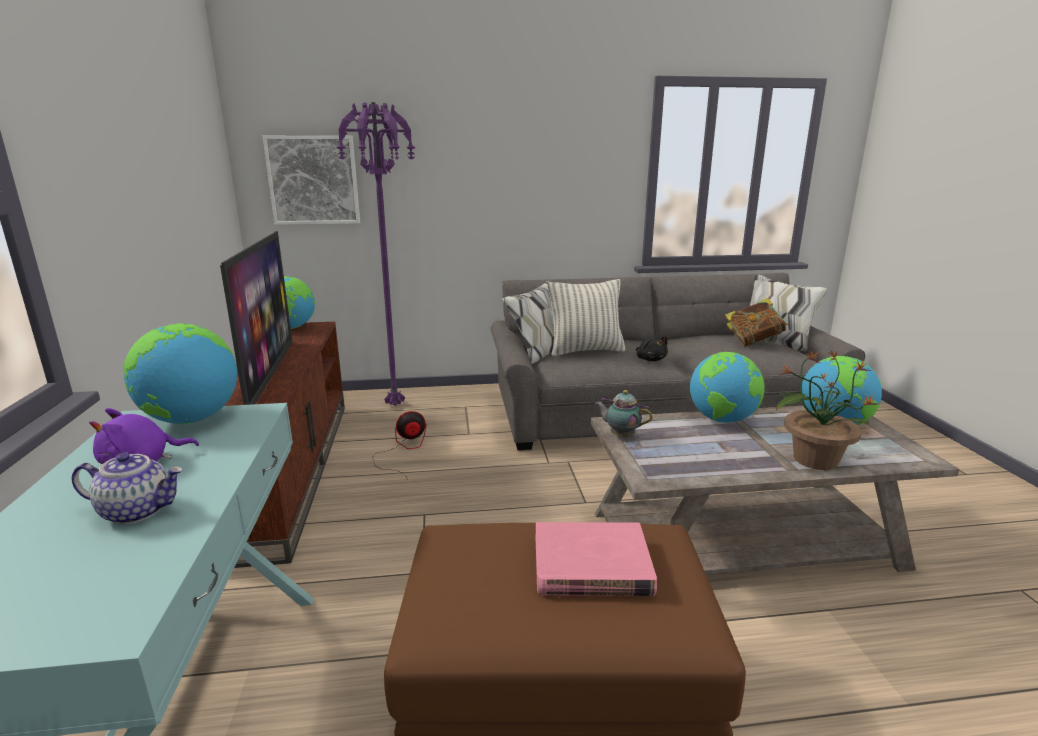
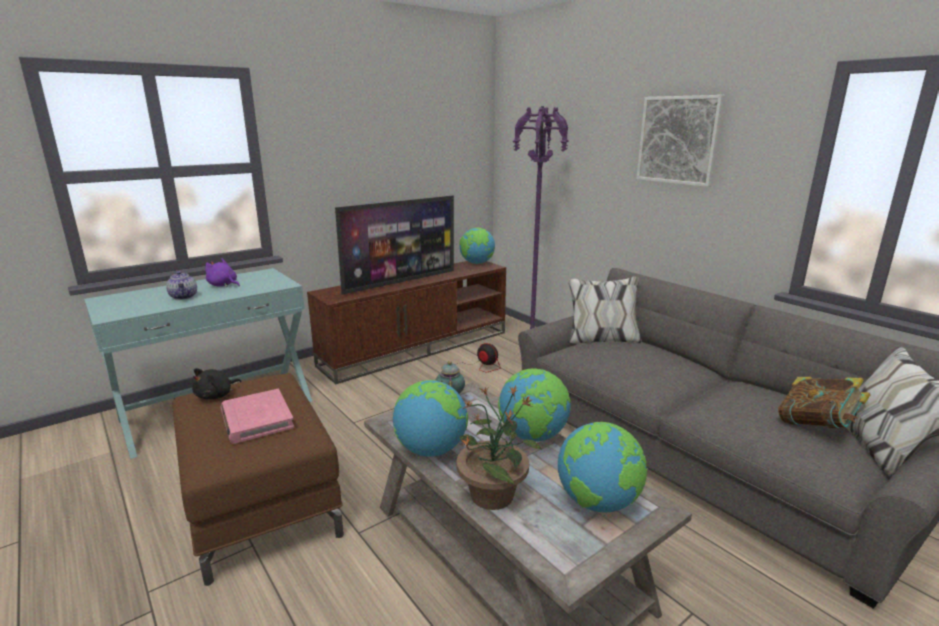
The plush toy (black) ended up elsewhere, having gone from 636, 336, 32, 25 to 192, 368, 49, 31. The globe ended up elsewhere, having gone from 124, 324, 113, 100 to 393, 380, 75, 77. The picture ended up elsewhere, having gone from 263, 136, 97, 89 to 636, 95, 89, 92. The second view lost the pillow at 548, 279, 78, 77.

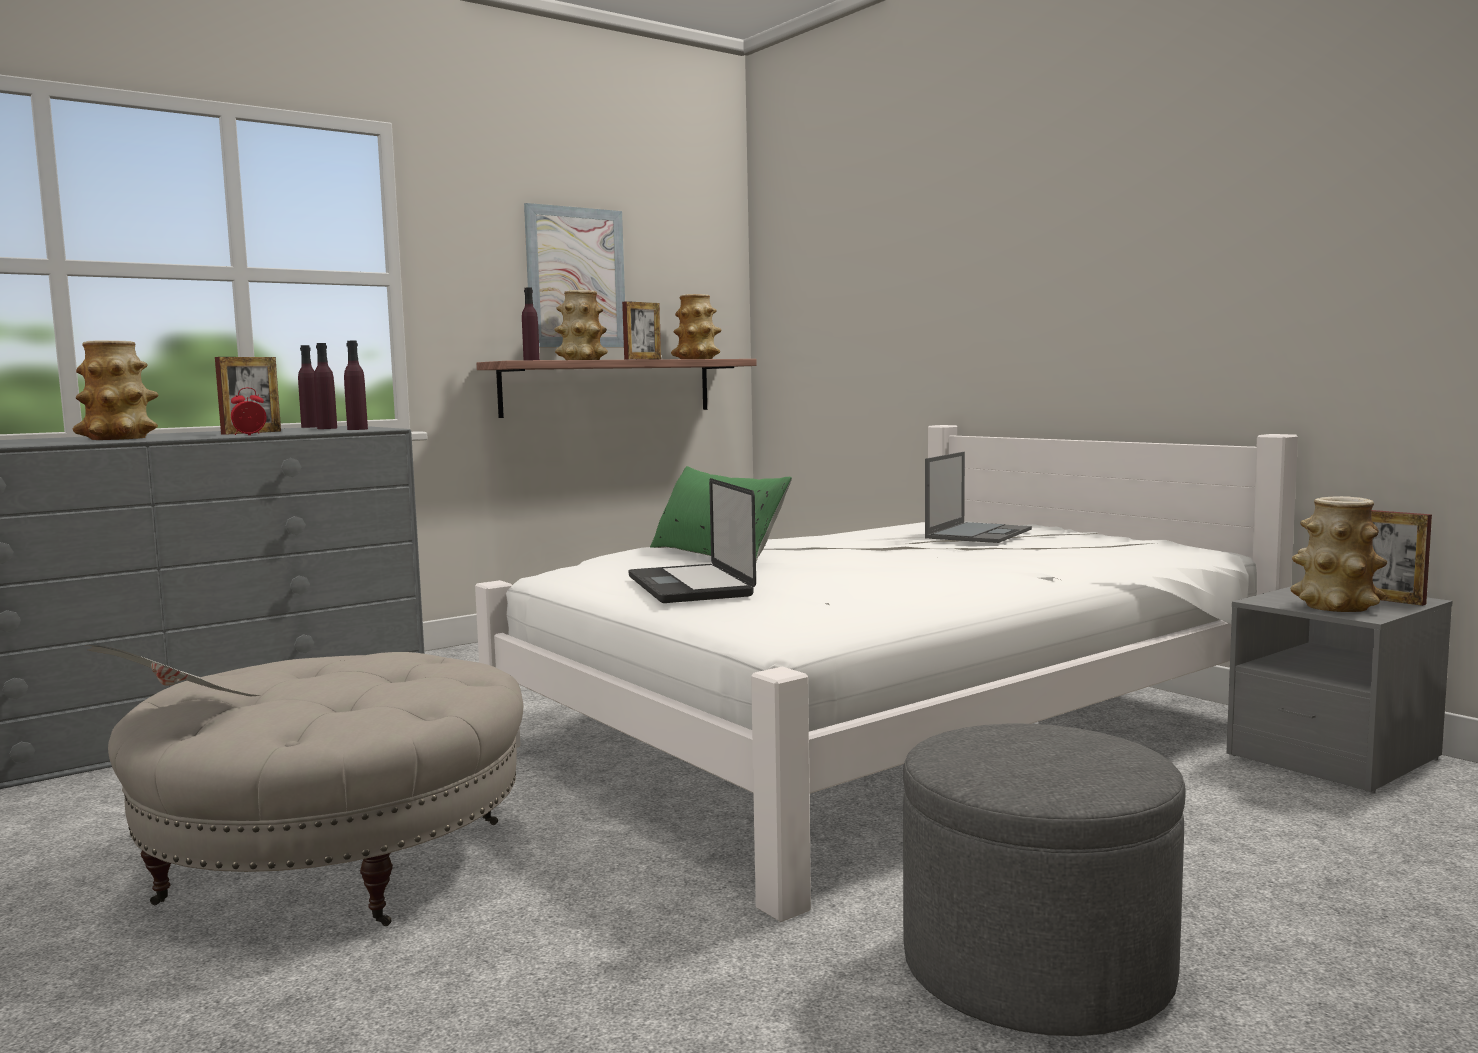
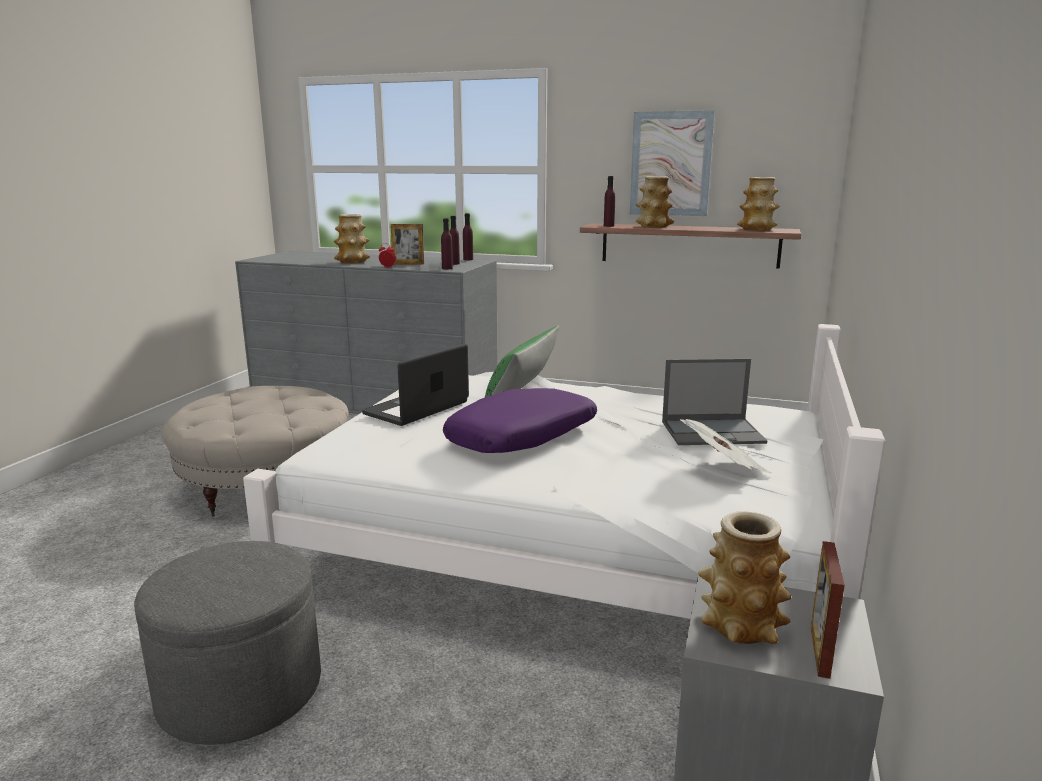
The second view gained the pillow (purple) at 443, 388, 154, 65. The newspaper ended up elsewhere, having gone from 85, 645, 175, 51 to 679, 419, 92, 54. The second view lost the picture frame at 622, 301, 39, 59.

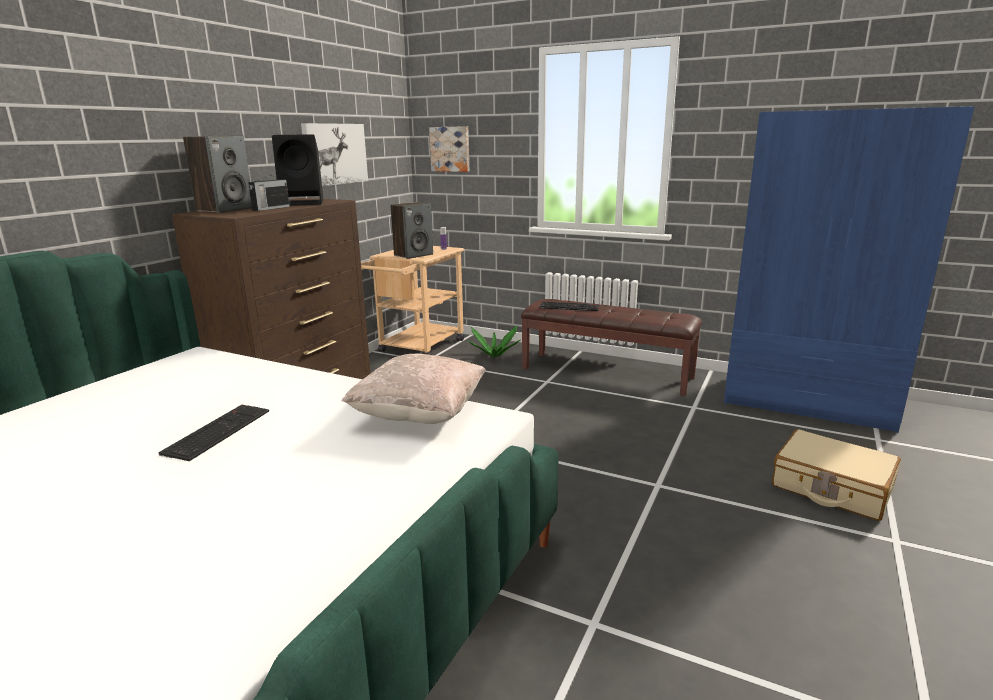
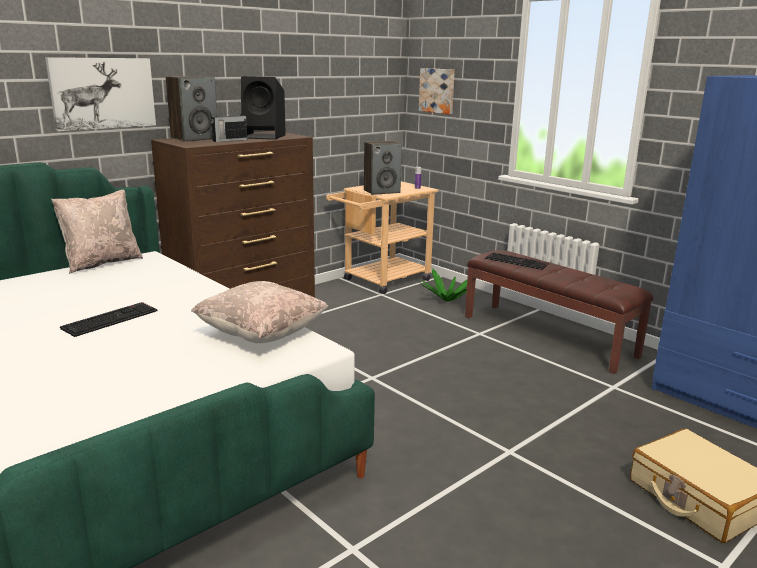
The picture ended up elsewhere, having gone from 301, 123, 67, 63 to 45, 57, 111, 74. The second view gained the pillow (beige) at 51, 190, 92, 84.

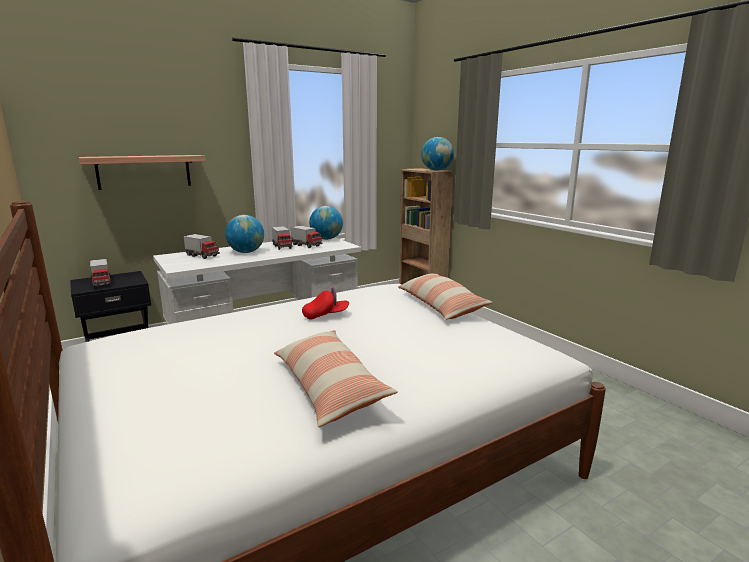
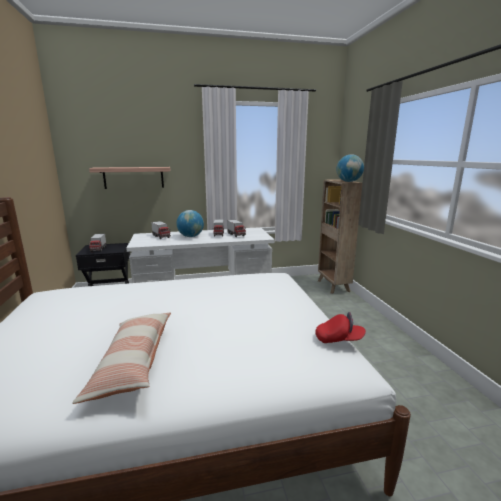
The cap (red) ended up elsewhere, having gone from 302, 287, 47, 32 to 315, 312, 51, 31. The second view lost the globe at 309, 206, 34, 34. The second view lost the pillow at 398, 274, 95, 46.

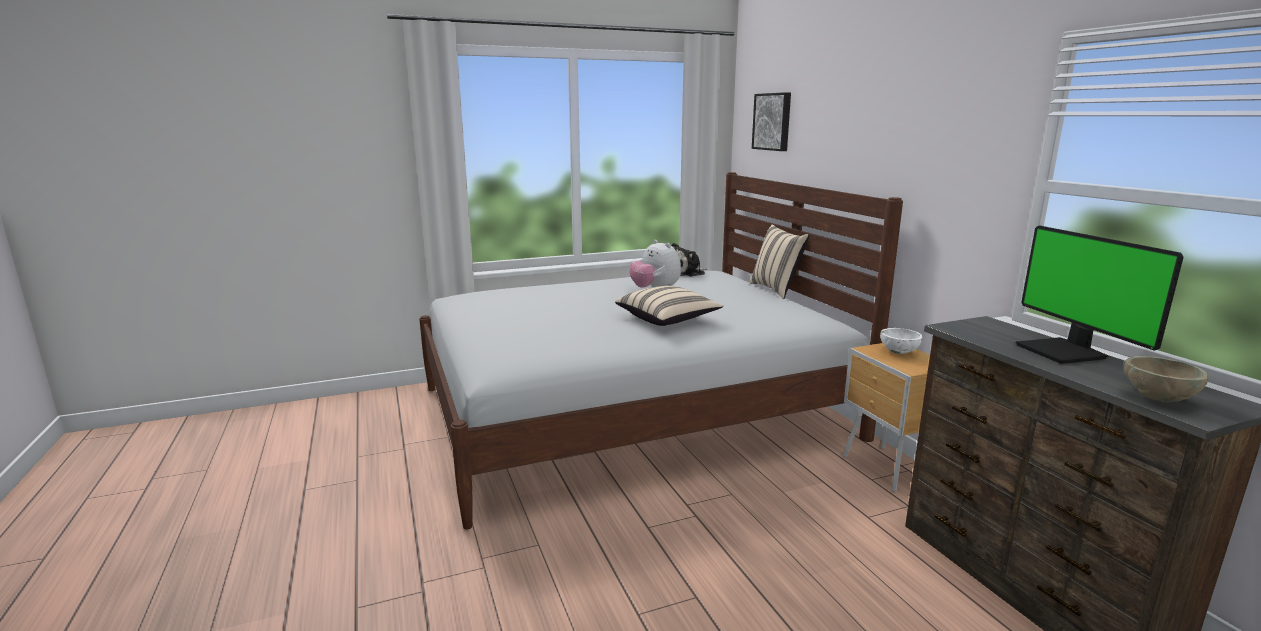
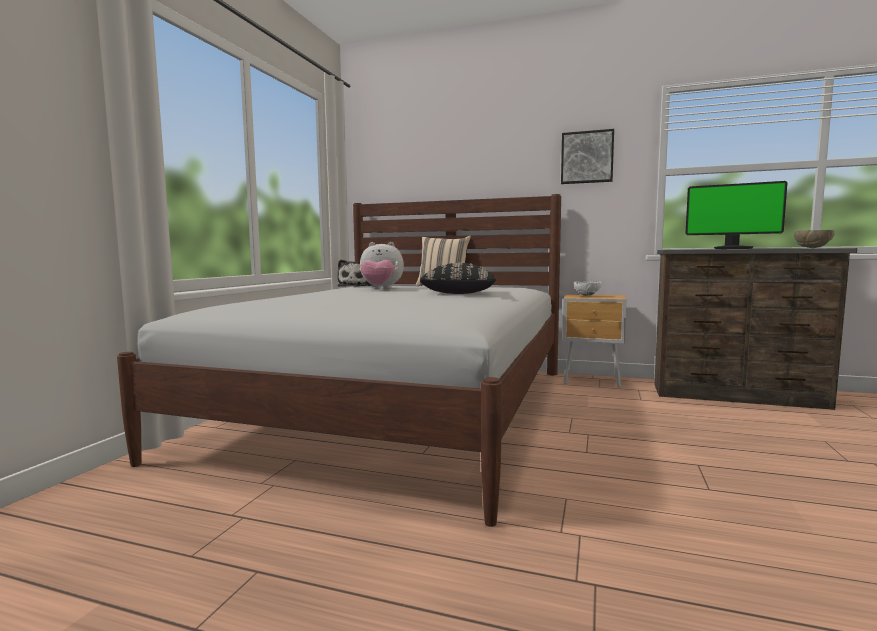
What was the pillow (beige) at 615, 286, 108, 40 turned into the pillow (black) at 420, 263, 76, 31. The picture ended up elsewhere, having gone from 752, 92, 39, 59 to 561, 129, 53, 55.

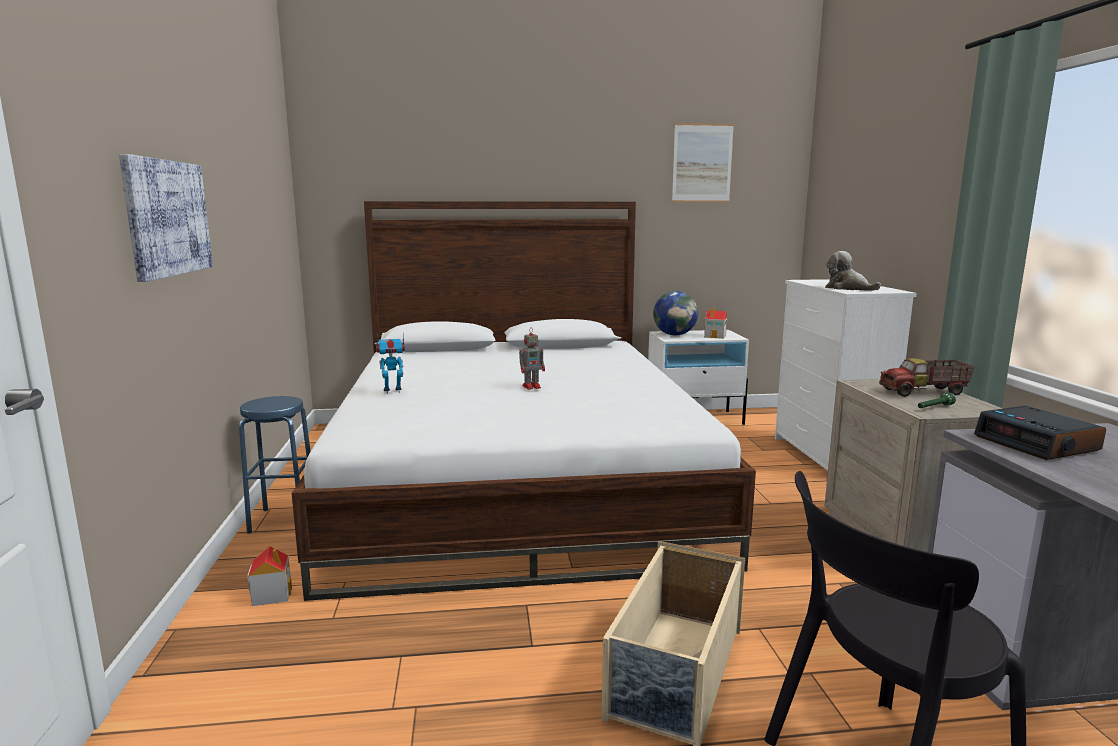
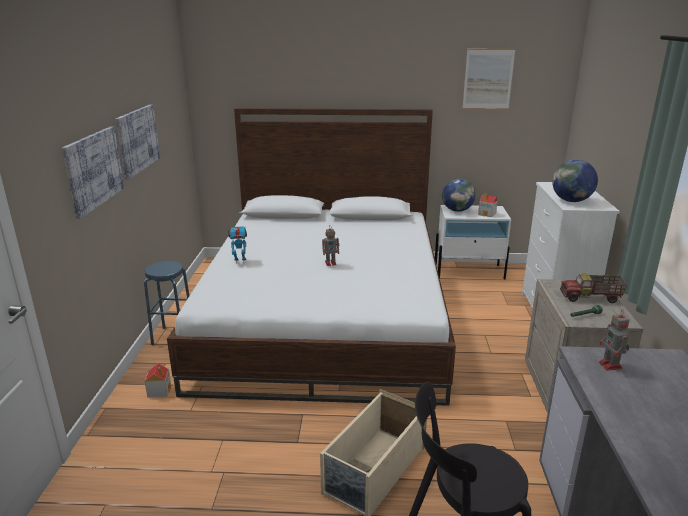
The second view gained the picture at 115, 104, 45, 75. Where the plush toy stood at 825, 251, 56, 40, the globe came to stand at 552, 160, 46, 42. Where the alarm clock stood at 974, 406, 132, 54, the toy robot came to stand at 599, 310, 31, 61.

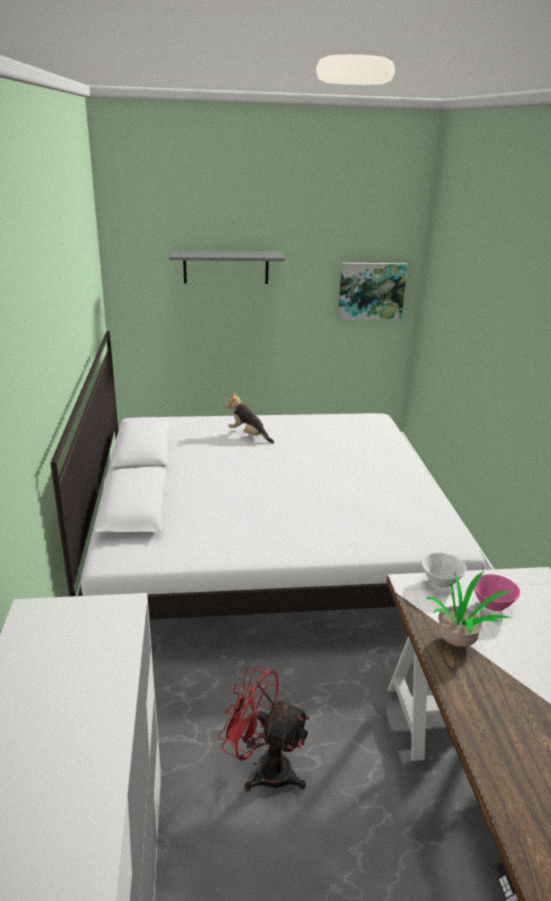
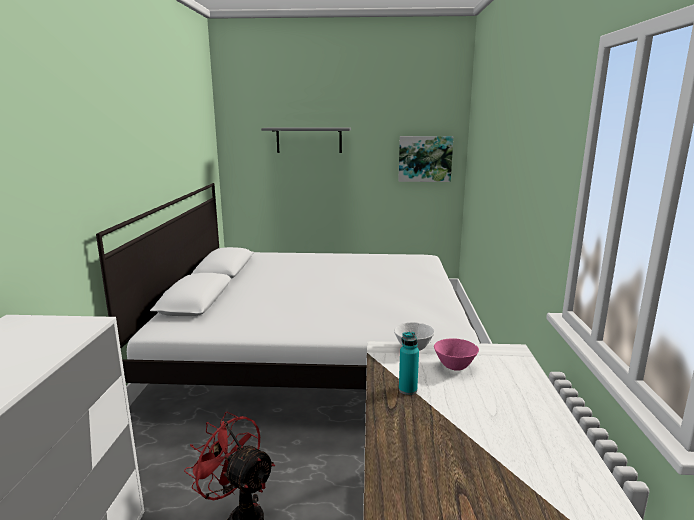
Where the potted plant stood at 426, 570, 86, 77, the bottle (turquoise) came to stand at 399, 332, 20, 63. The second view lost the plush toy at 224, 392, 50, 51.

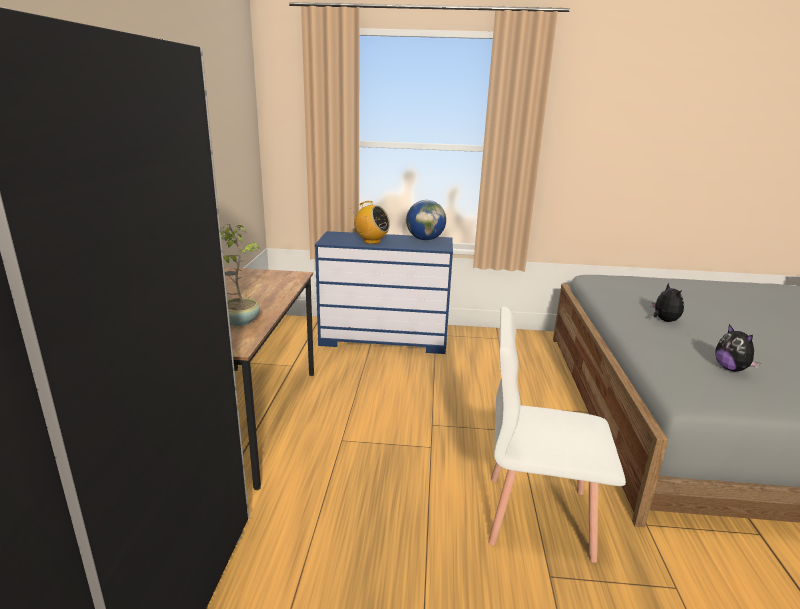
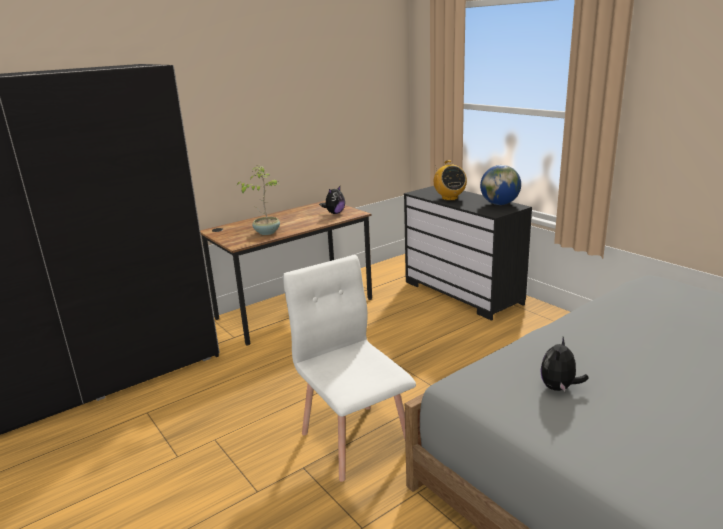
The plush toy ended up elsewhere, having gone from 651, 283, 33, 39 to 322, 186, 23, 28. What was the dresser (blue) at 315, 231, 138, 123 turned into the dresser (black) at 404, 186, 128, 135.

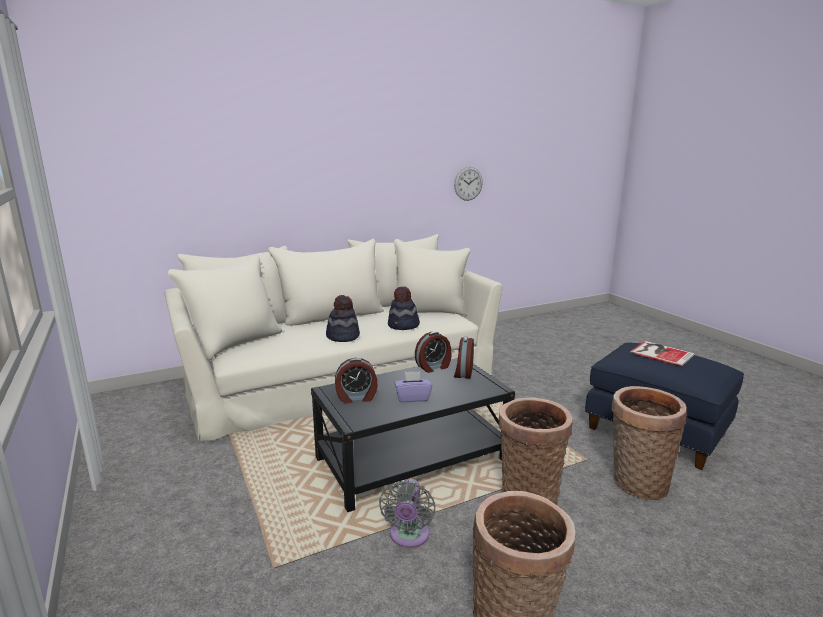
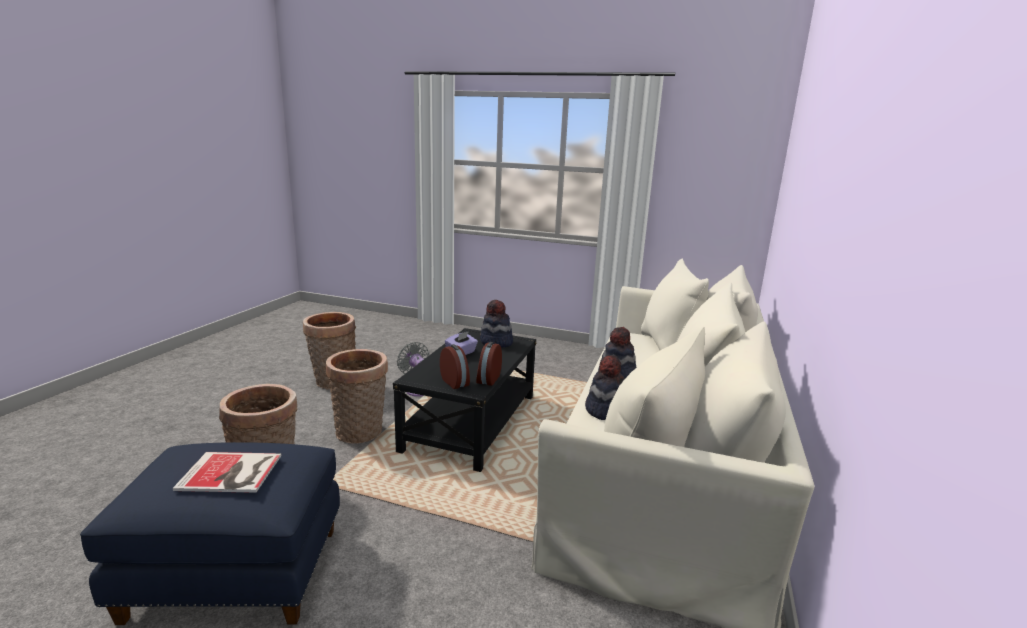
Where the alarm clock stood at 335, 358, 42, 45, the hat came to stand at 480, 300, 33, 47. The second view lost the wall clock at 454, 167, 29, 34.

